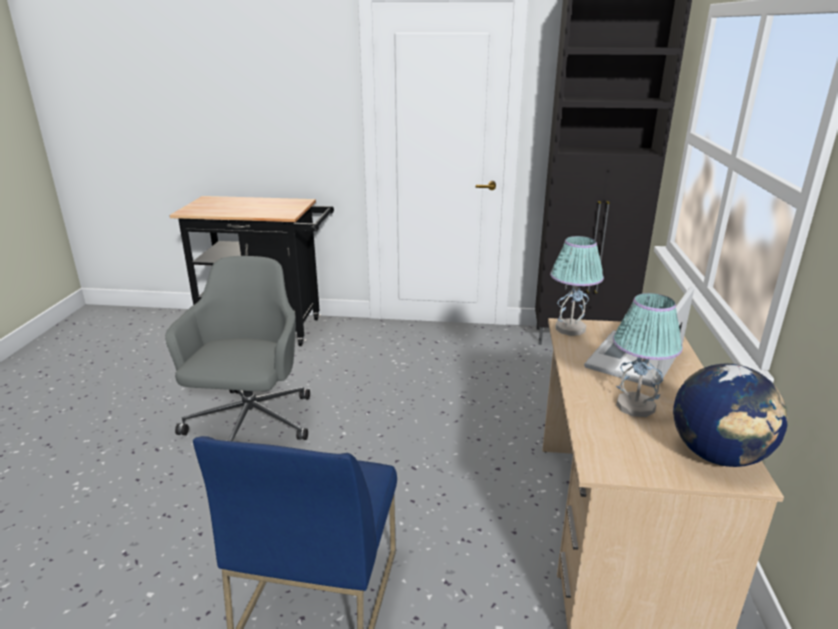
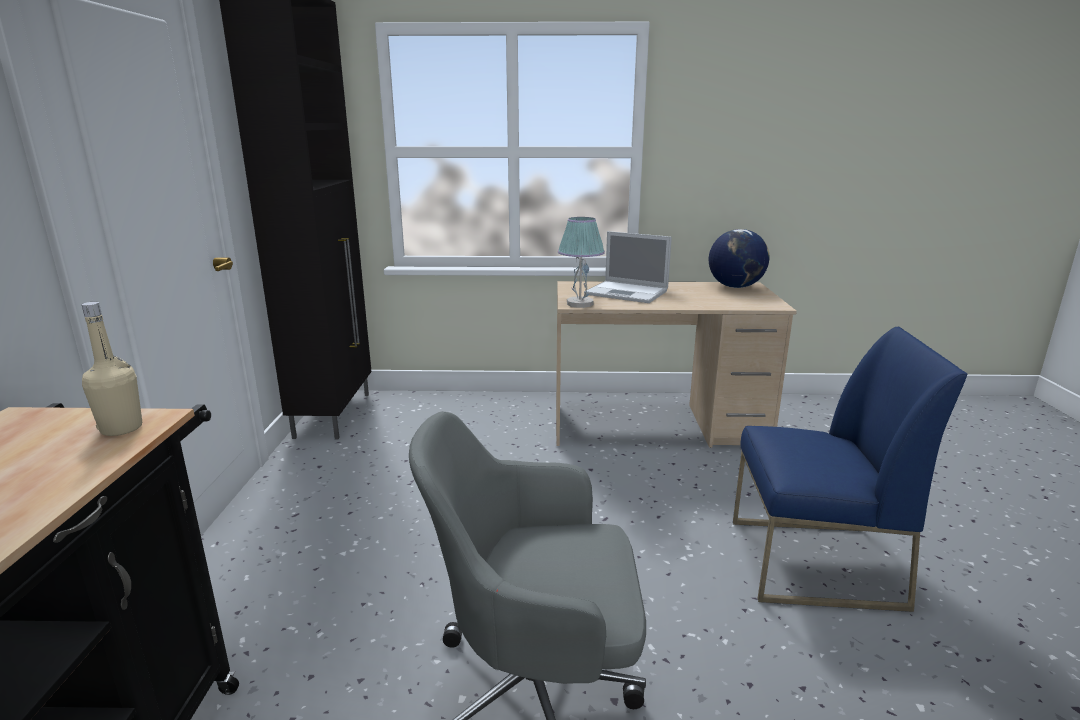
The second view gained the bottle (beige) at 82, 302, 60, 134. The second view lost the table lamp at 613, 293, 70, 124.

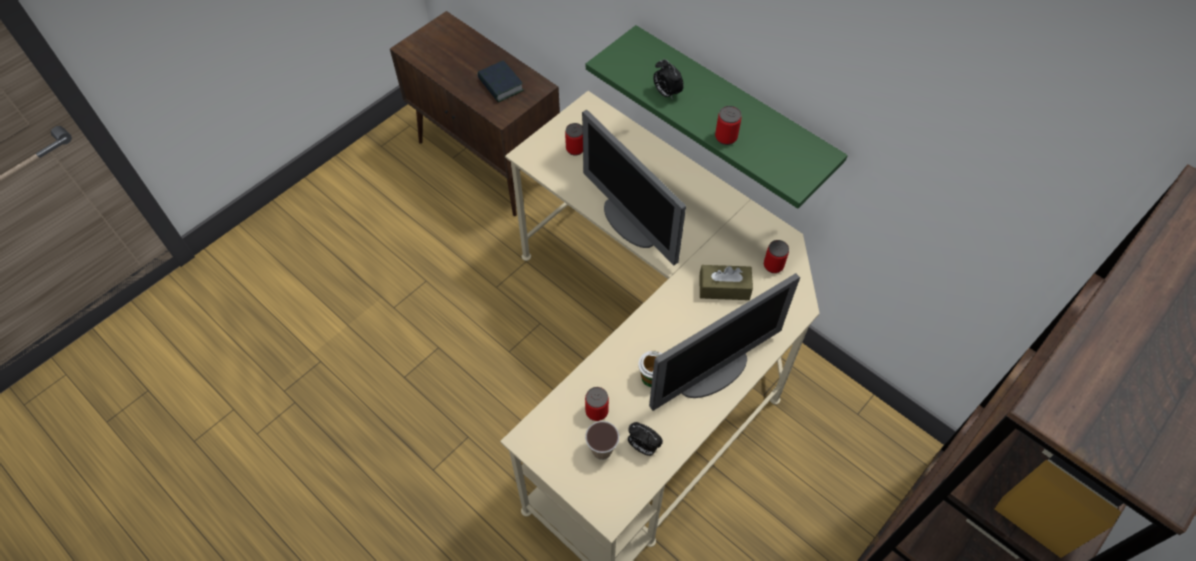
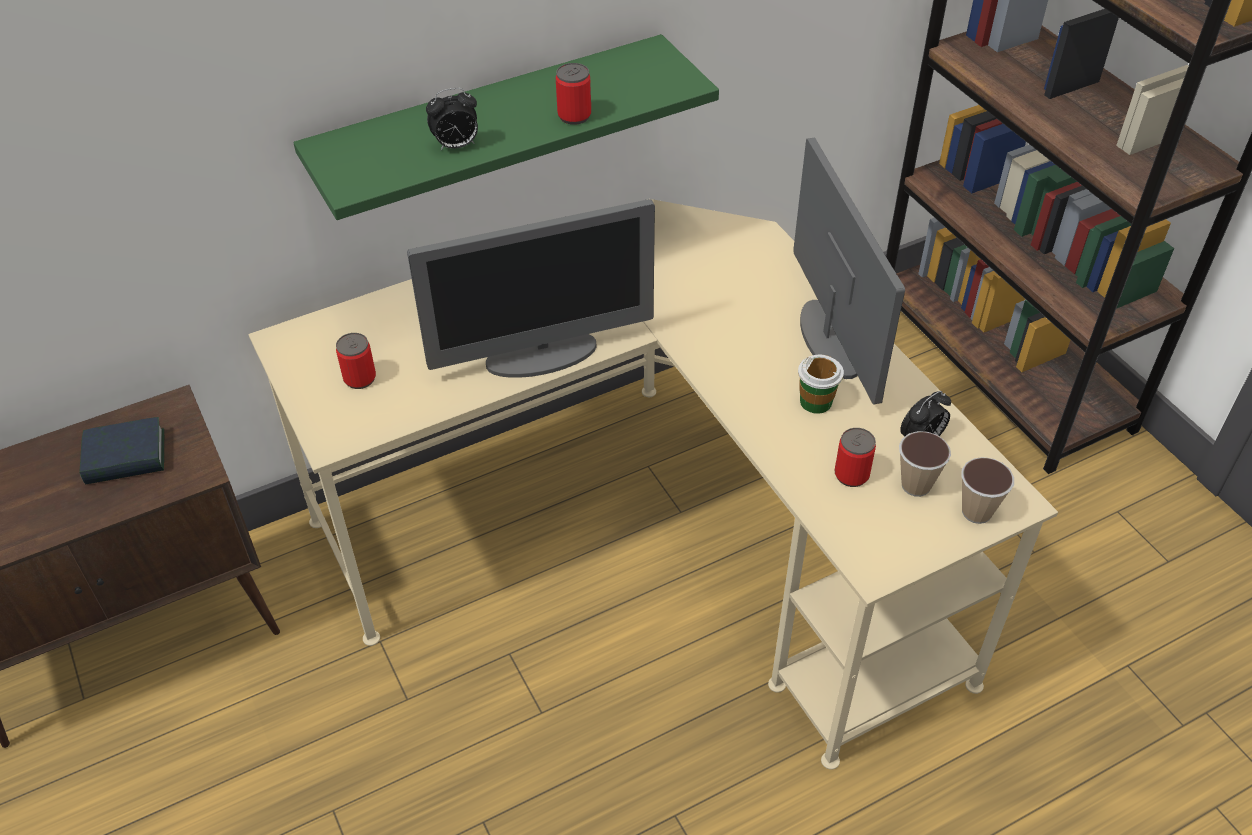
The second view gained the cup at 961, 457, 53, 67. The second view lost the tissue box (brown) at 699, 265, 54, 35. The second view lost the can at 764, 240, 25, 33.

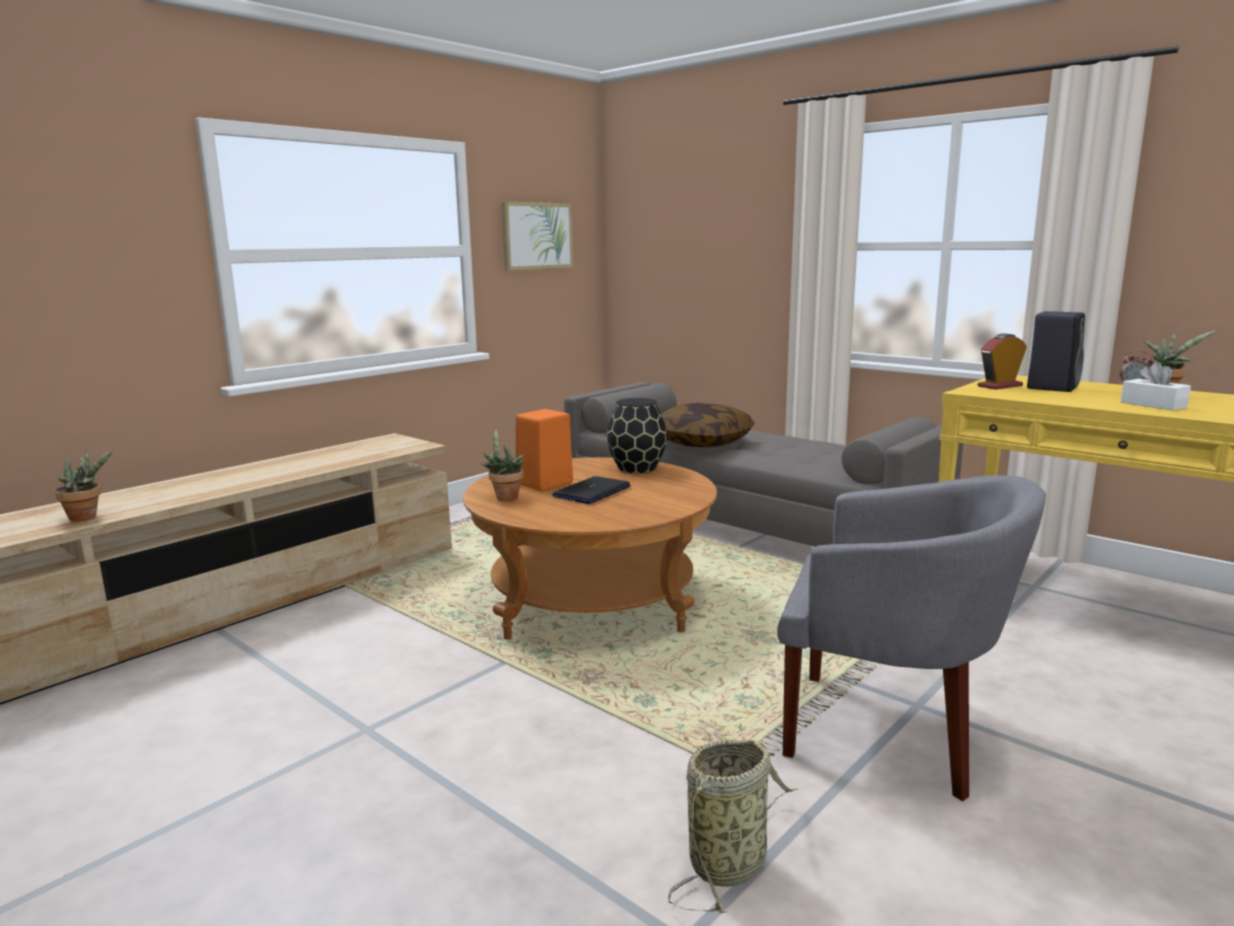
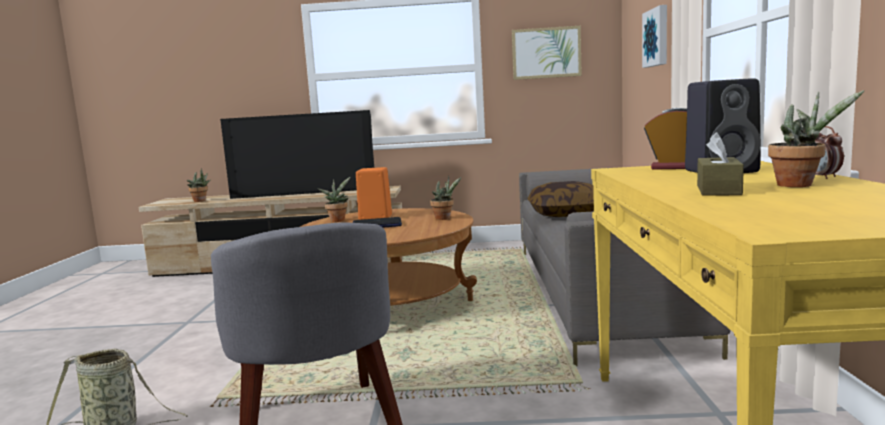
The second view gained the television at 220, 110, 154, 89. Where the vase (black) stood at 607, 398, 60, 75, the potted plant came to stand at 430, 175, 31, 45. The second view gained the picture at 642, 5, 25, 63. What was the tissue box (white) at 1121, 362, 70, 49 turned into the tissue box (brown) at 697, 132, 47, 64.

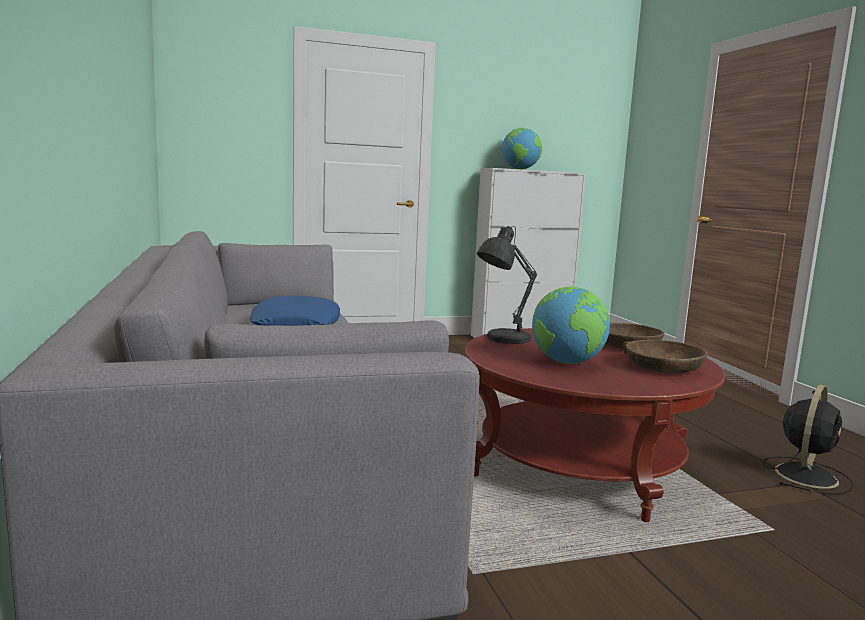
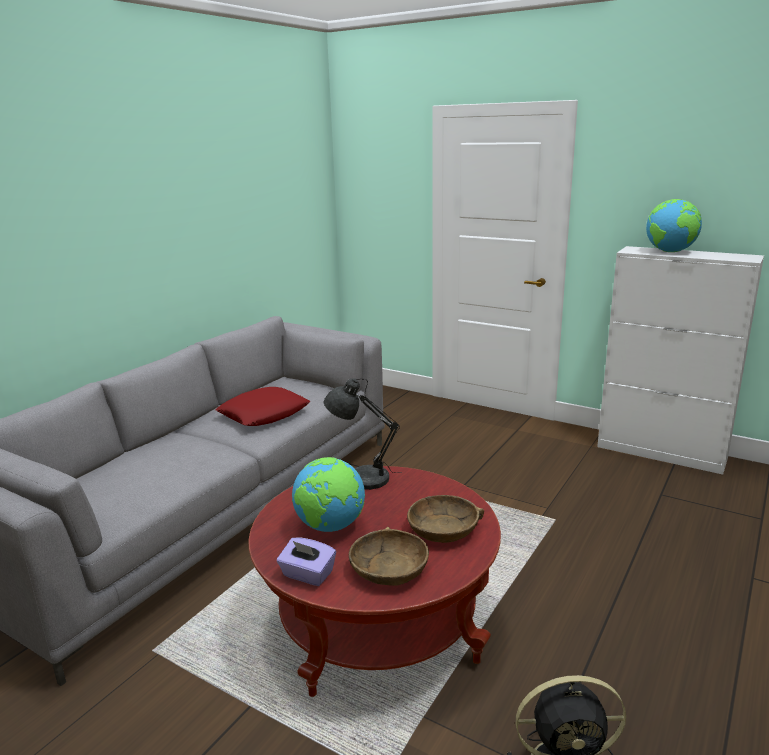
What was the pillow (blue) at 250, 296, 90, 30 turned into the pillow (red) at 216, 387, 94, 39. The second view gained the tissue box (purple) at 277, 537, 59, 49.

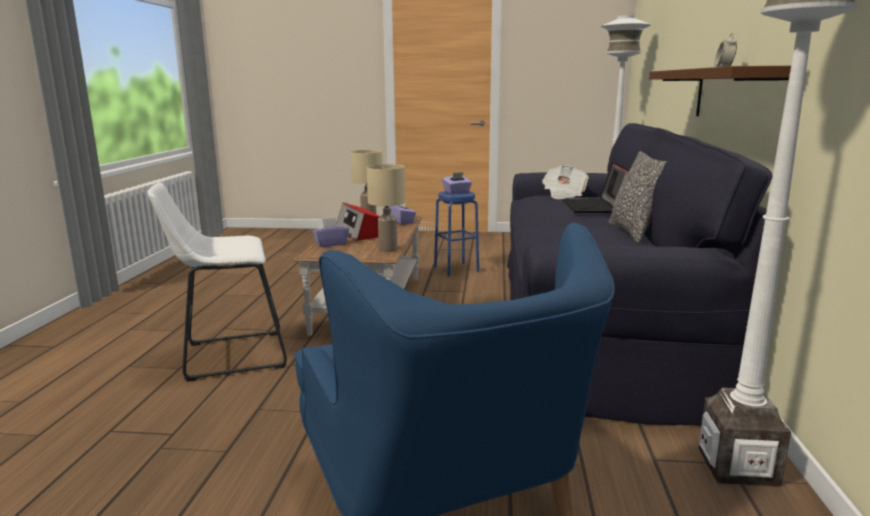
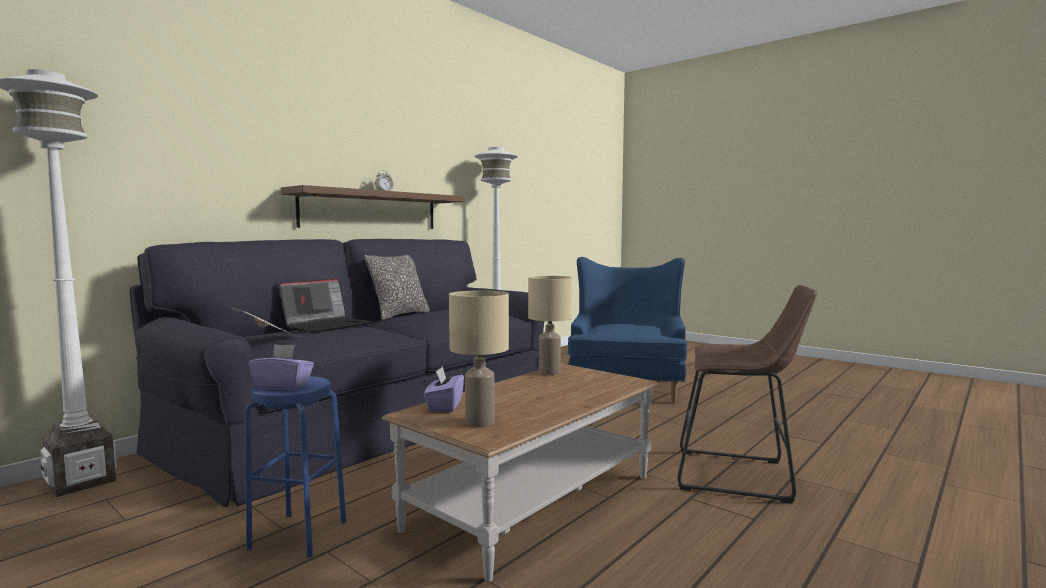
What was the stool (white) at 147, 182, 140, 200 turned into the stool (brown) at 678, 285, 139, 219. The second view lost the tissue box (purple) at 312, 218, 37, 29. The second view lost the radio at 336, 203, 44, 38.

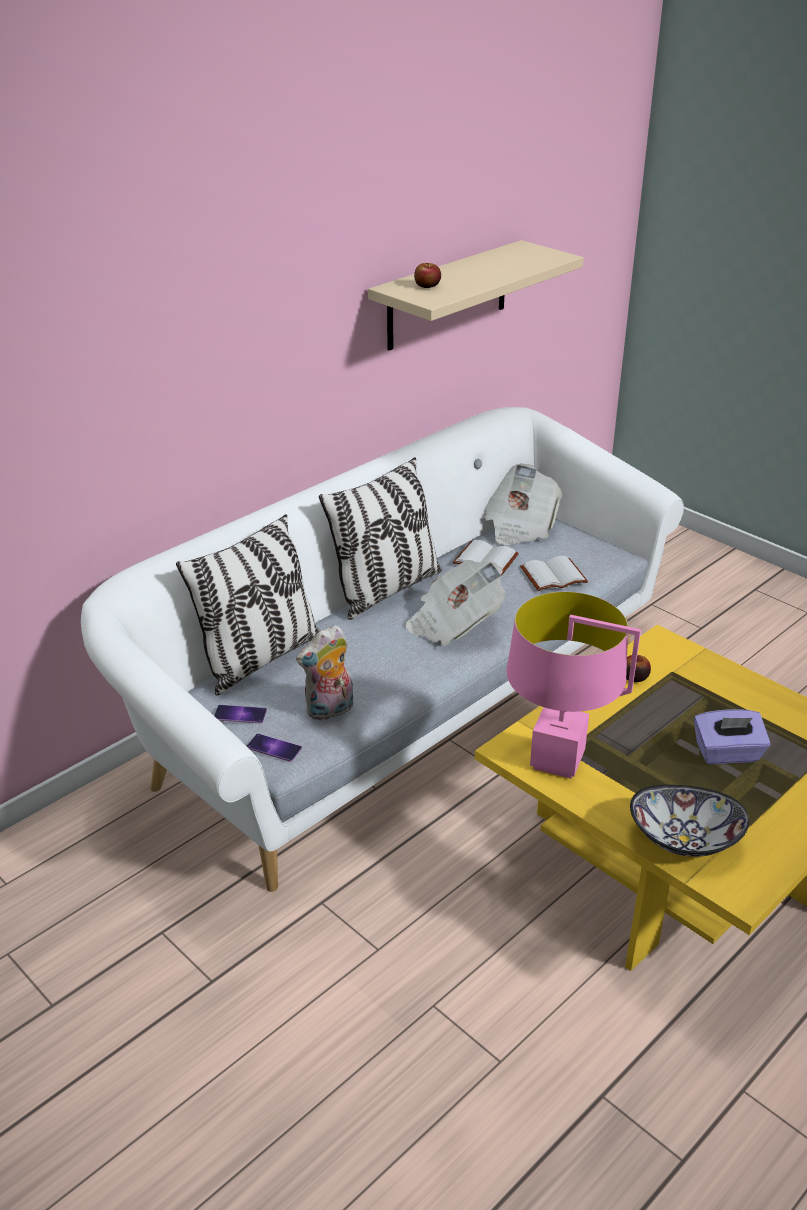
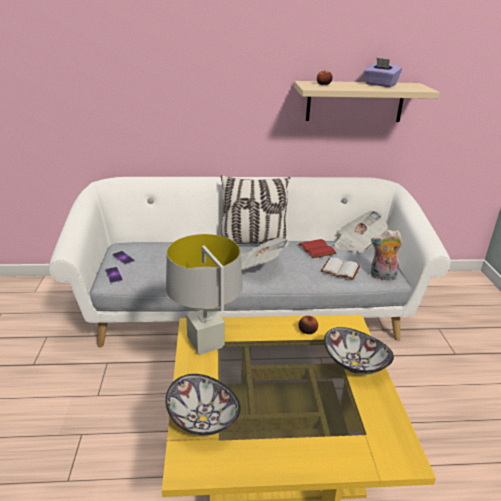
What was the table lamp (pink) at 507, 592, 134, 187 turned into the table lamp (grey) at 166, 234, 77, 121. What was the book (white) at 453, 540, 66, 36 turned into the book (red) at 298, 239, 38, 19. The second view gained the bowl at 324, 327, 70, 48. The tissue box (purple) ended up elsewhere, having gone from 694, 709, 77, 55 to 364, 58, 38, 29. The plush toy ended up elsewhere, having gone from 296, 625, 57, 95 to 371, 230, 32, 51. The second view lost the pillow at 176, 514, 144, 181.

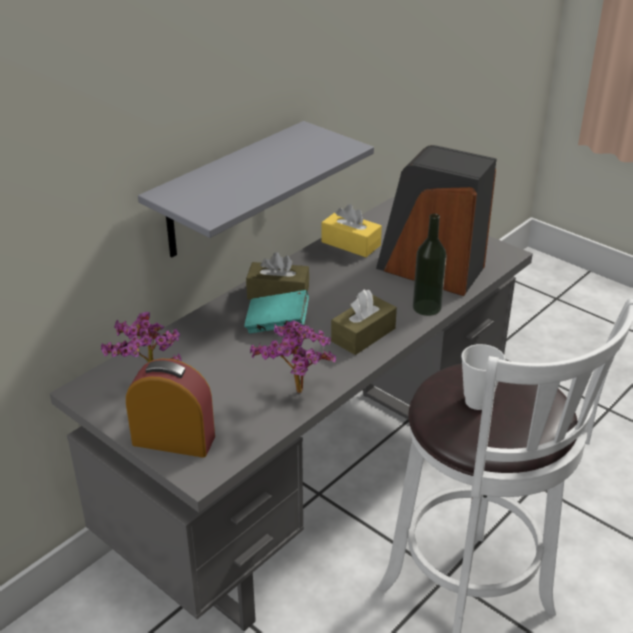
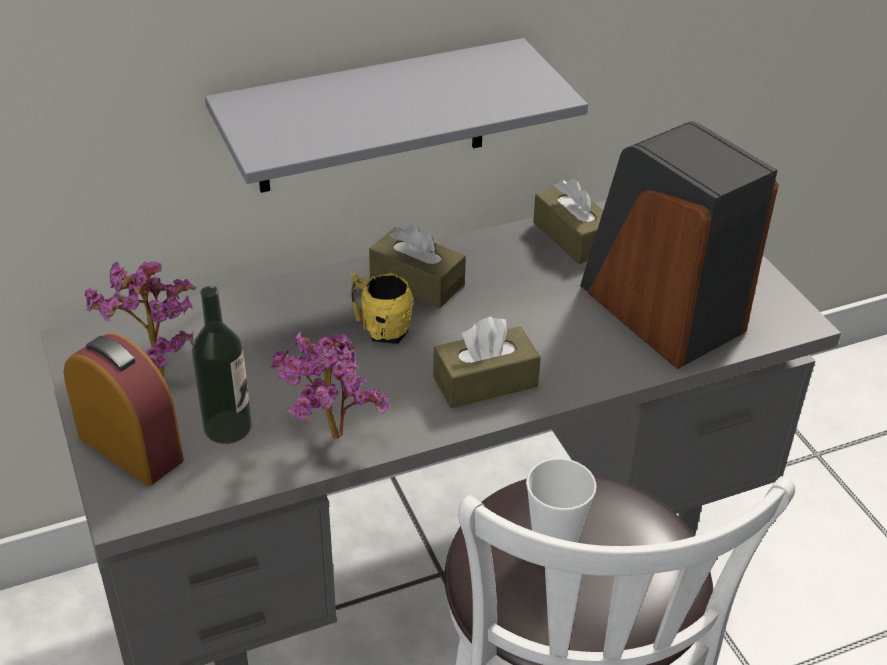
The bottle ended up elsewhere, having gone from 413, 214, 34, 102 to 192, 286, 60, 158. Where the book (turquoise) stood at 244, 290, 65, 43, the mug (yellow) came to stand at 351, 272, 62, 72. What was the tissue box (yellow) at 321, 204, 61, 53 turned into the tissue box (brown) at 533, 178, 70, 86.

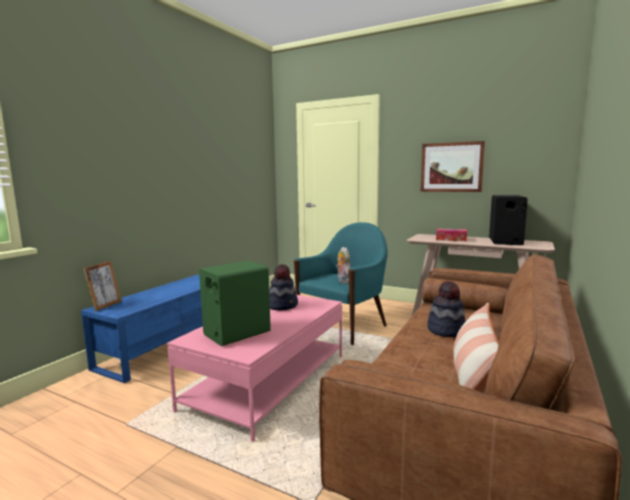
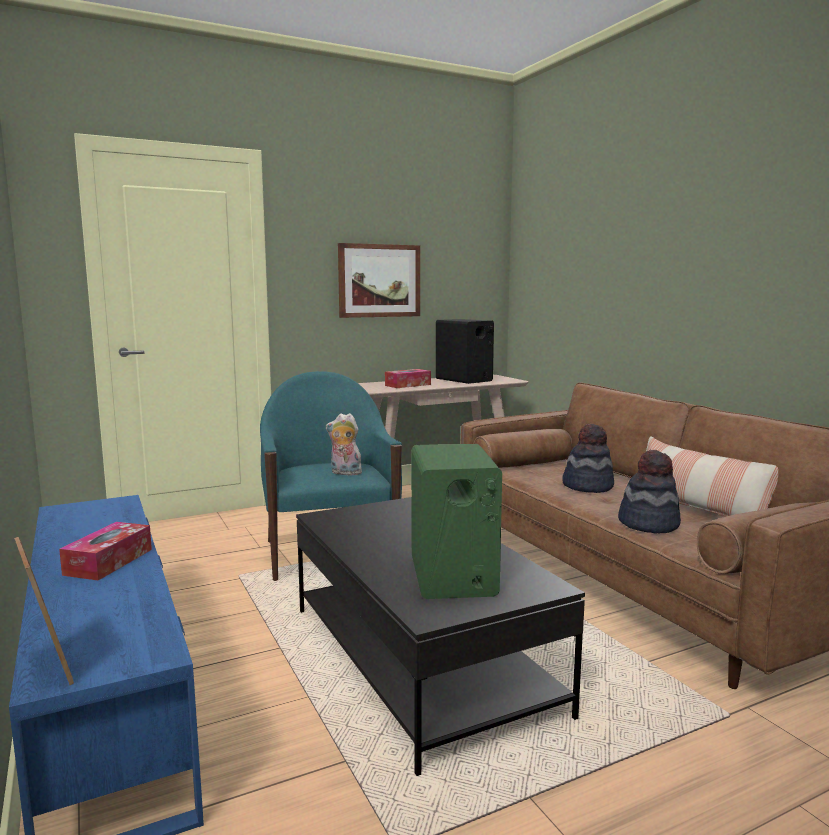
The second view gained the tissue box at 59, 522, 93, 59. What was the coffee table (pink) at 167, 295, 175, 147 turned into the coffee table (black) at 296, 497, 289, 279. The hat ended up elsewhere, having gone from 269, 264, 29, 47 to 618, 450, 63, 83.

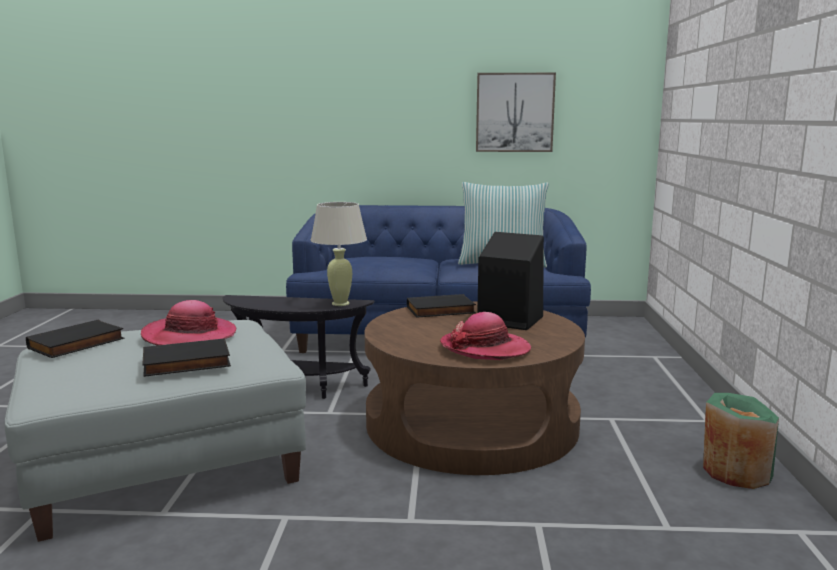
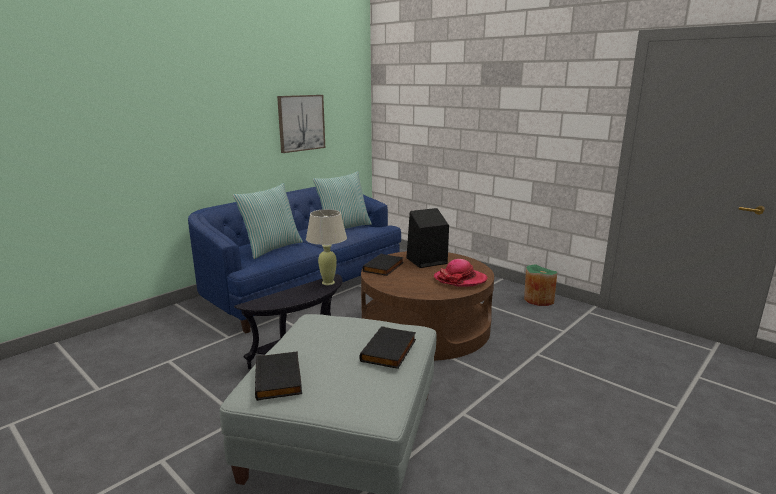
The second view gained the pillow at 233, 183, 70, 76. The second view lost the hat at 141, 300, 95, 45.

